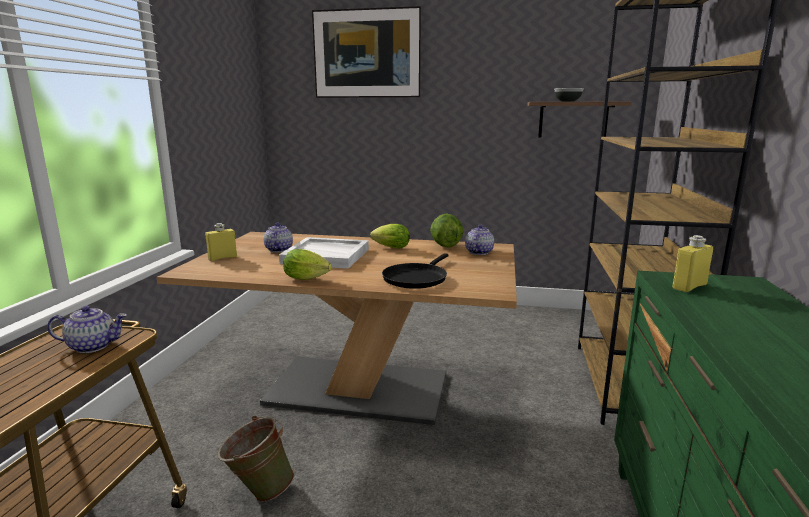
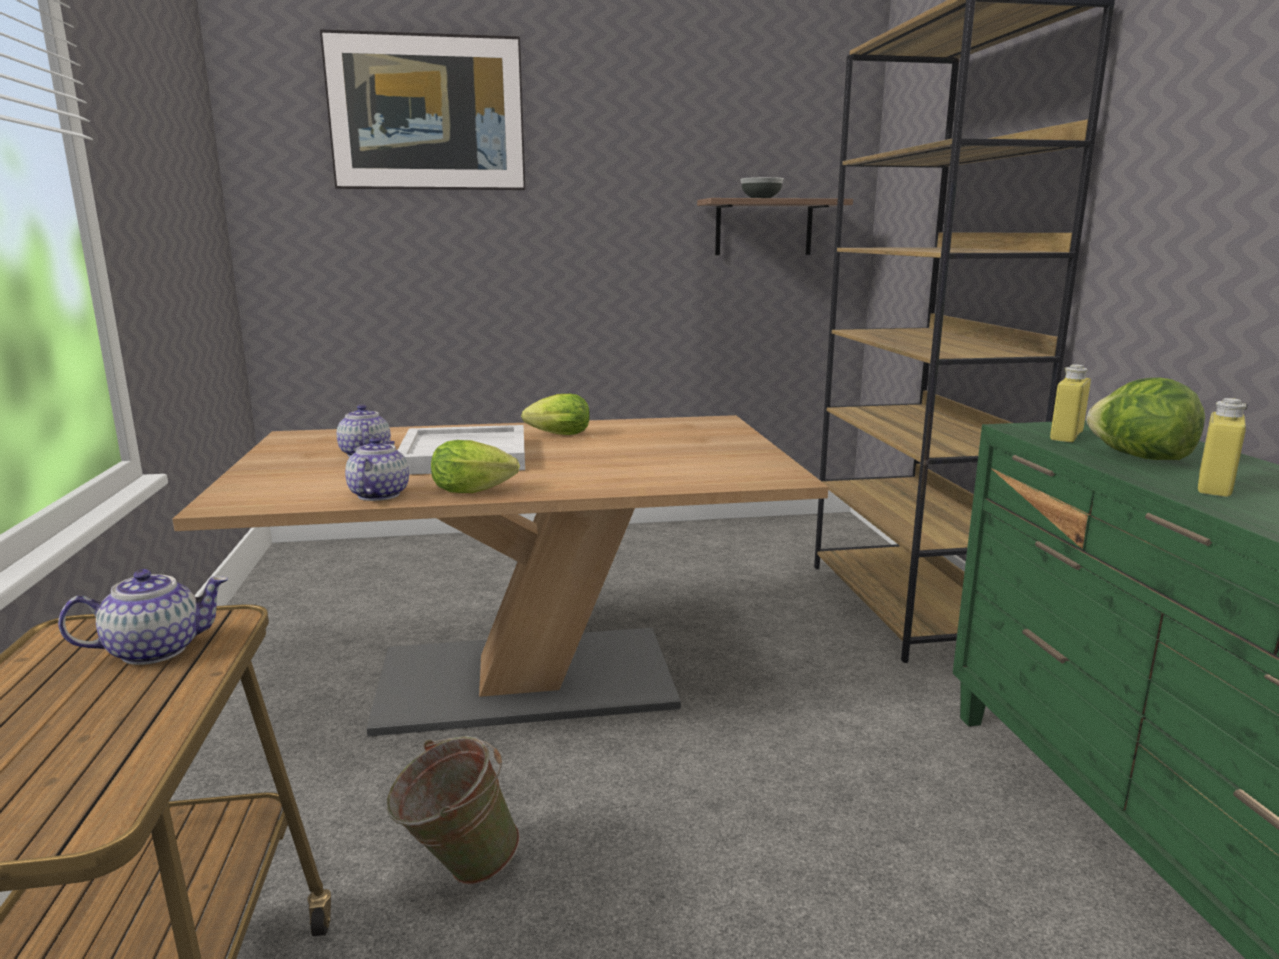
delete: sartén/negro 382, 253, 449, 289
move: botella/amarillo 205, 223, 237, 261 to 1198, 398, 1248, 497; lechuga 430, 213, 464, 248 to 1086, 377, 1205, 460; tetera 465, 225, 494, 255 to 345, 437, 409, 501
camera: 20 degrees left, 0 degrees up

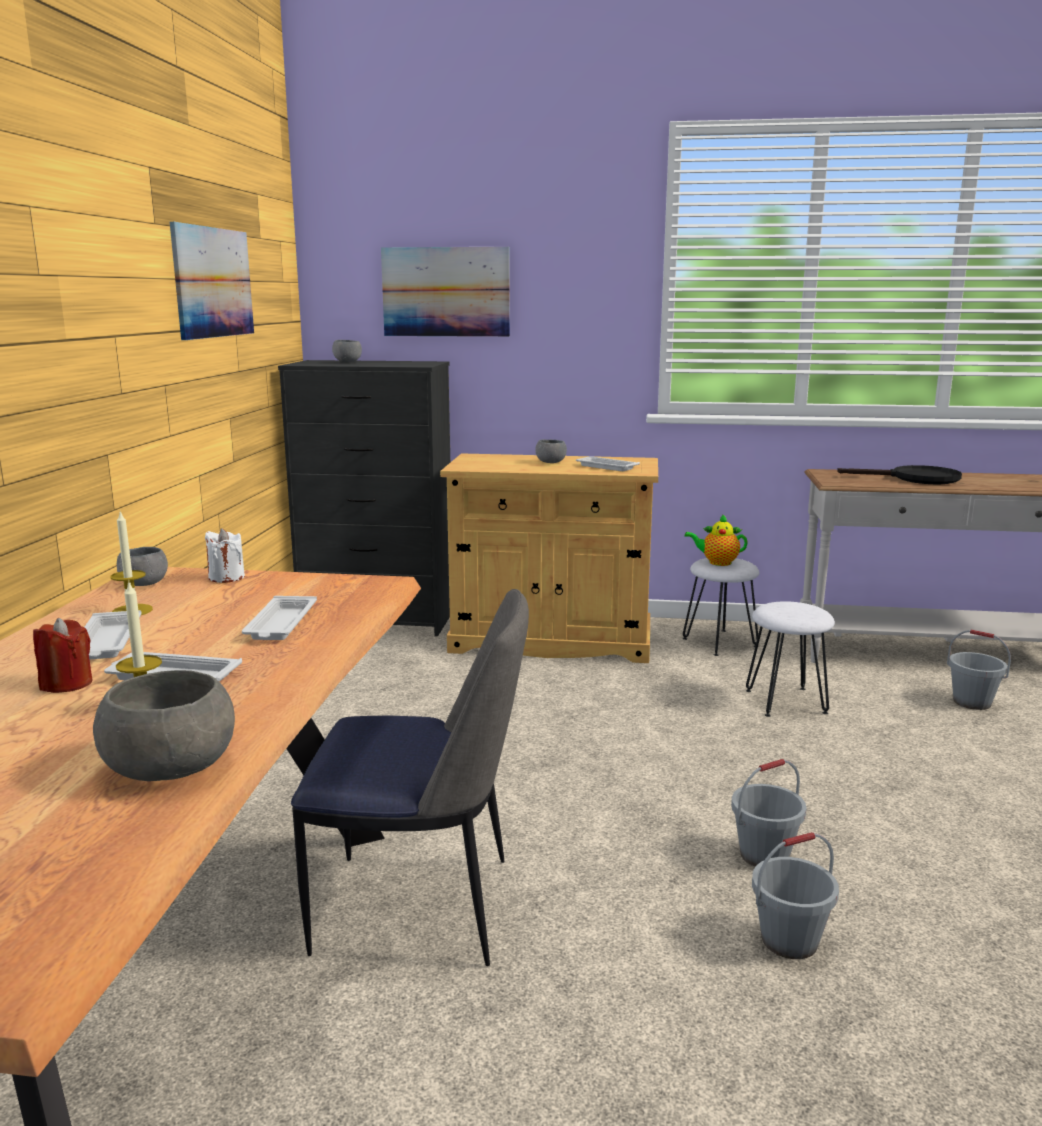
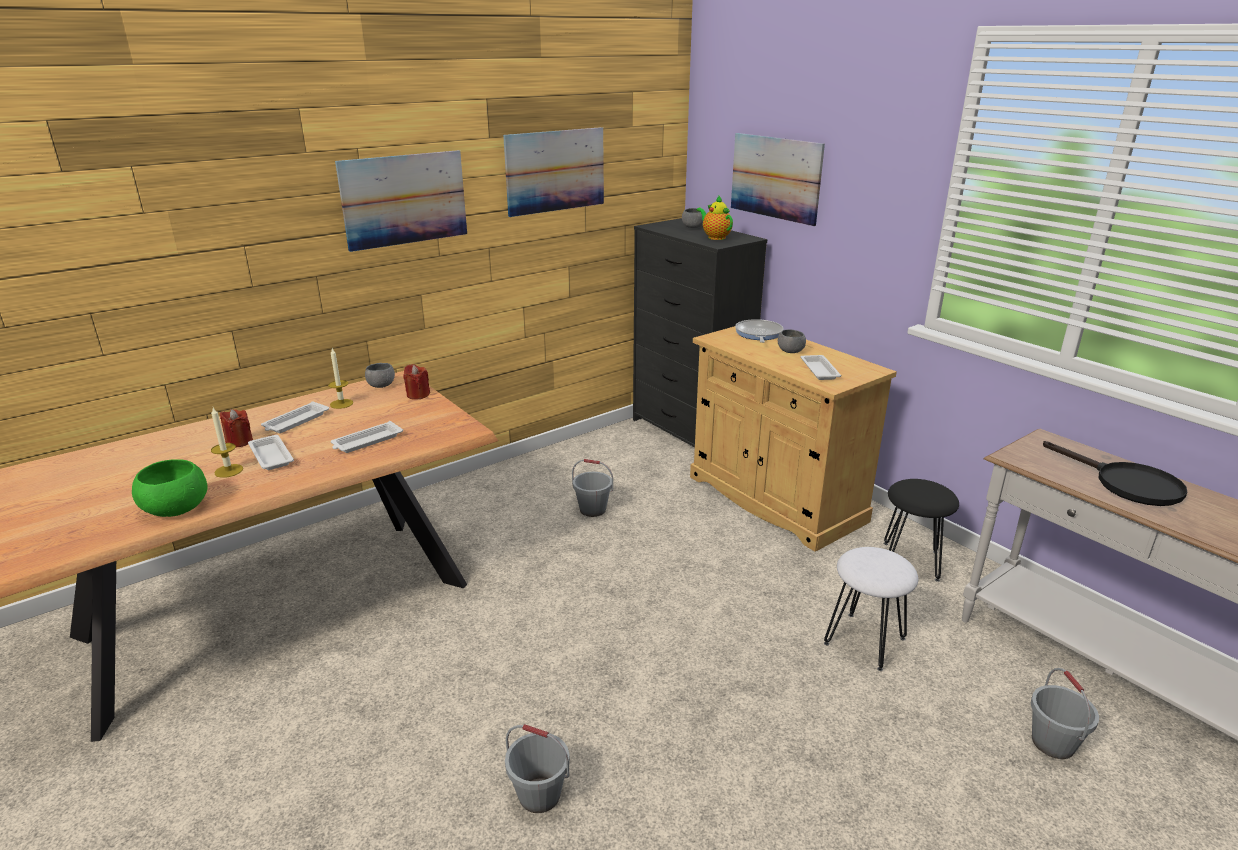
delete: silla 291, 589, 529, 966
insert: cuadro 335, 150, 467, 252; sartén 735, 319, 783, 343
move: tetera 685, 514, 748, 566 to 697, 196, 733, 240; cubo/gris 731, 759, 807, 867 to 572, 459, 613, 517
recolor: cuenco/gris 93, 670, 235, 781 to cuenco/verde 132, 459, 208, 517; vela/blanco 205, 528, 245, 583 to vela/rojo 403, 364, 430, 400; taburete/blanco 683, 558, 759, 656 to taburete/negro 884, 479, 959, 582
camera: 45 degrees right, 10 degrees up

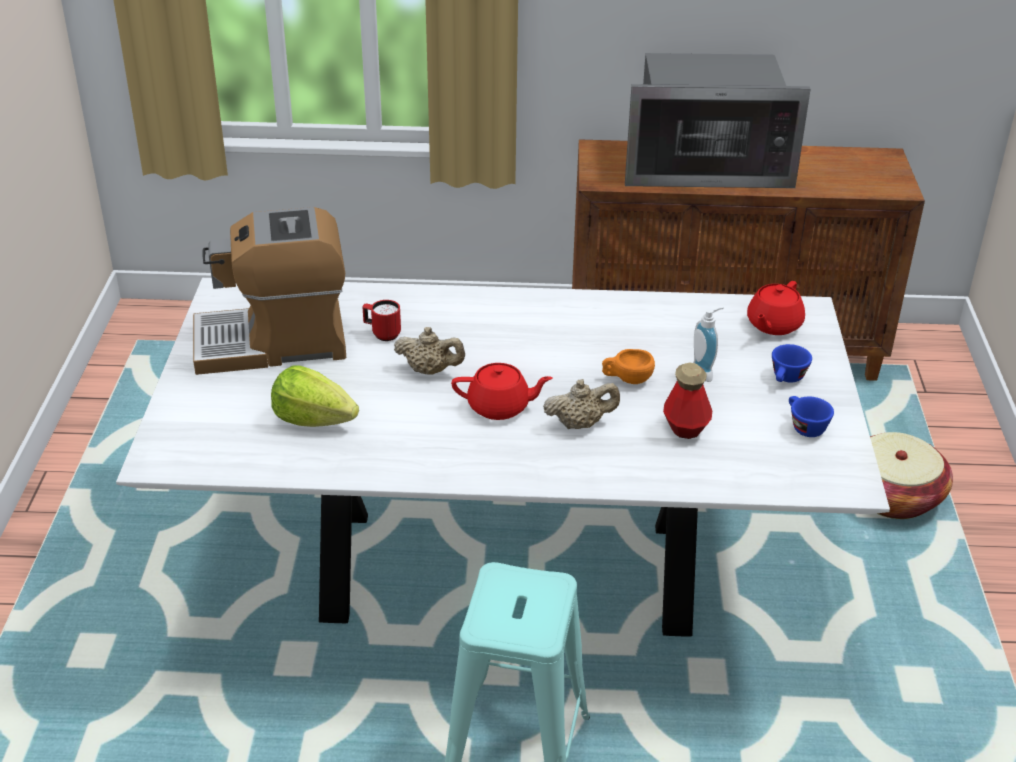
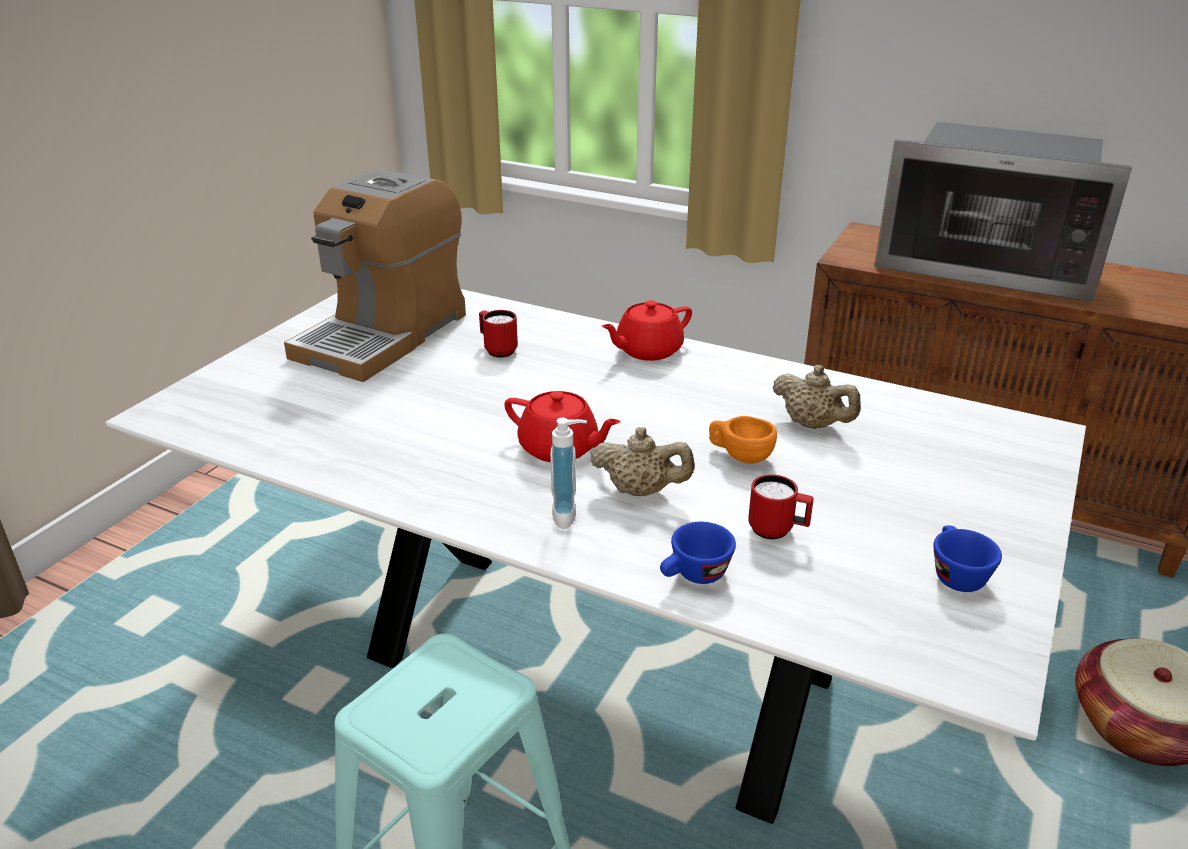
delete: lechuga 271, 365, 359, 427
move: tetera/beis 394, 327, 465, 375 to 772, 365, 861, 429; dispensador de jabón 693, 307, 724, 382 to 550, 418, 587, 529; tetera/rojo 747, 281, 805, 335 to 601, 300, 692, 361; taza/azul 772, 344, 812, 383 to 660, 522, 736, 584
replace: botella 663, 363, 712, 439 to taza grande/rojo 748, 474, 814, 539
rotate: cafetera 193, 207, 346, 375 = 284, 169, 466, 382 75 degrees counterclockwise
camera: 25 degrees right, 5 degrees down

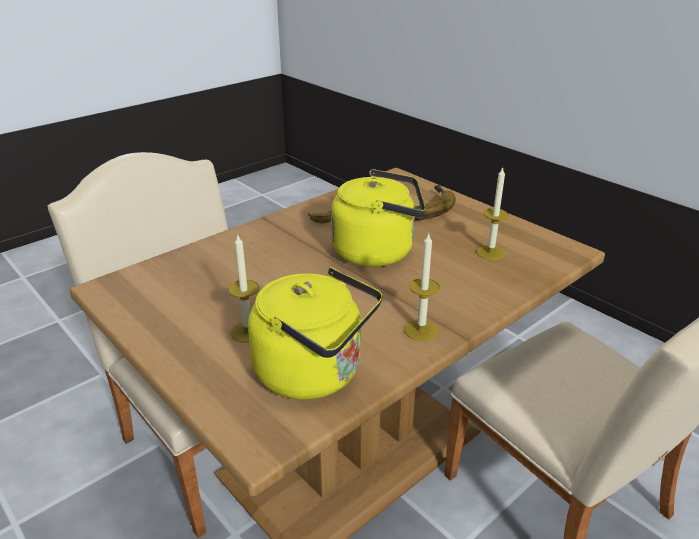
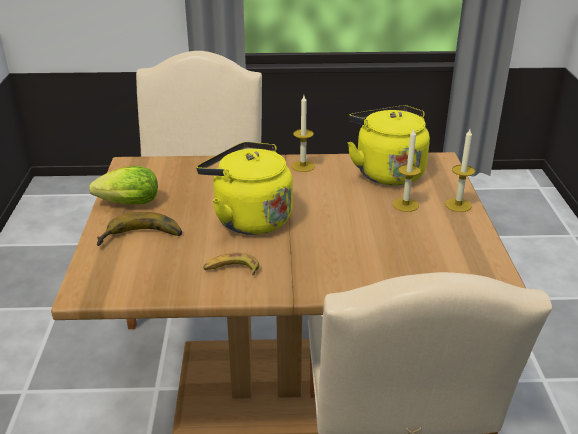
insert: lechuga 89, 166, 158, 204
move: vela 476, 167, 509, 260 to 445, 129, 475, 212
camera: 140 degrees left, 0 degrees up

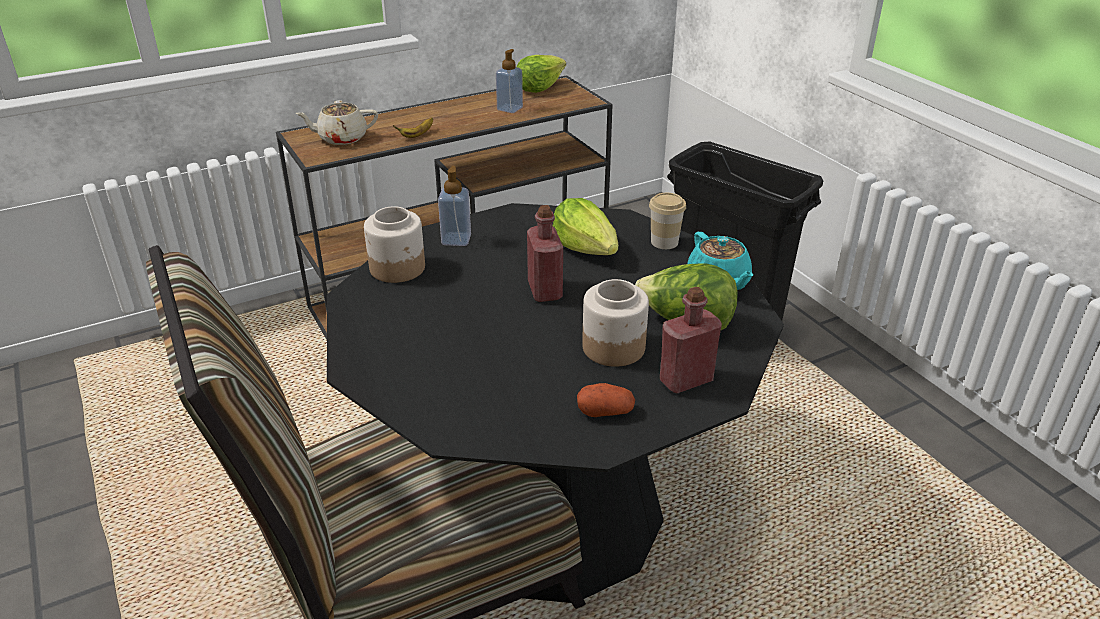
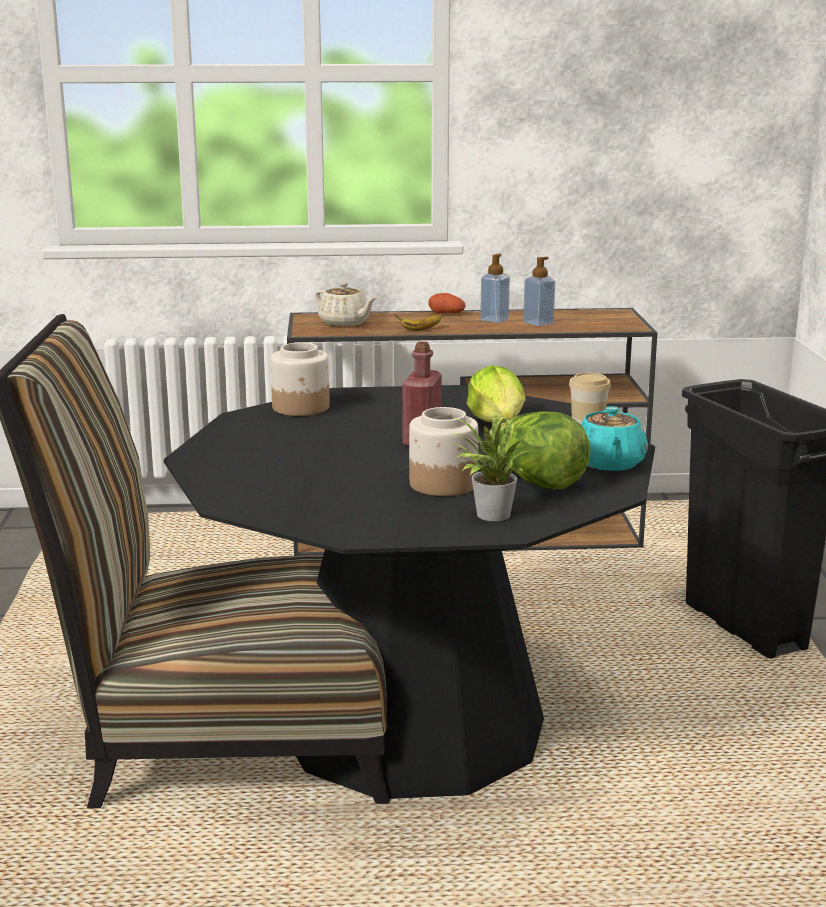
delete: lechuga 517, 55, 566, 93
move: dispensador de jabón 438, 166, 471, 246 to 480, 254, 510, 323; patata 577, 383, 635, 417 to 428, 293, 466, 314
replace: botella/rojo 660, 287, 722, 394 to planta en maceta 454, 410, 531, 521
rotate: tetera/beis 295, 100, 378, 145 = 315, 282, 377, 327 150 degrees counterclockwise
camera: 25 degrees right, 15 degrees down

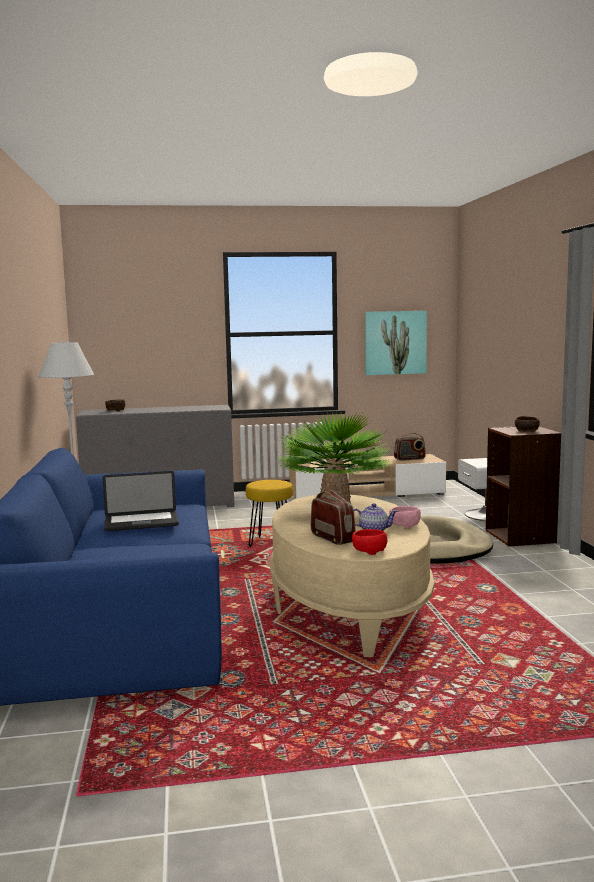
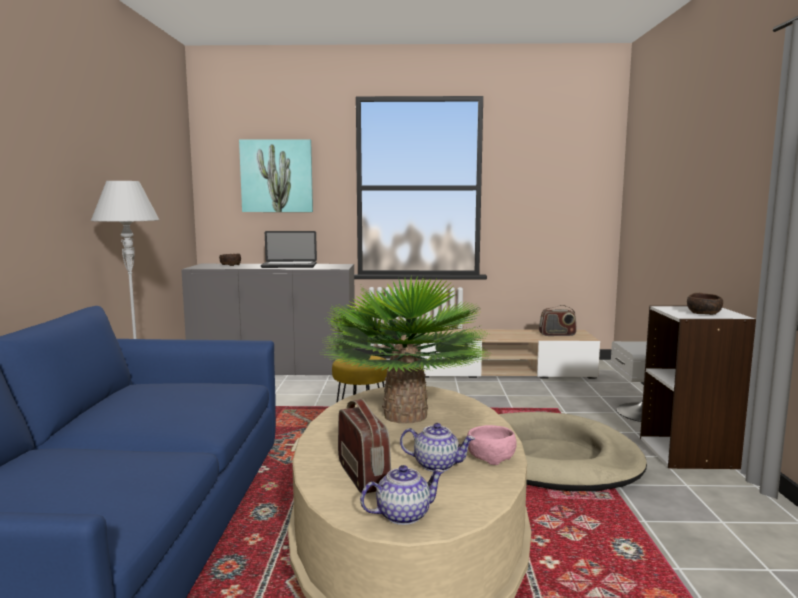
move: portátil 103, 471, 179, 531 to 261, 231, 317, 268; cuadro 365, 311, 427, 375 to 239, 139, 313, 212
replace: cuenco/rojo 352, 529, 387, 555 to tetera 360, 465, 444, 525
recolor: estantería/marrón 486, 426, 561, 547 to estantería/blanco 640, 305, 756, 469
camera: 10 degrees right, 0 degrees up

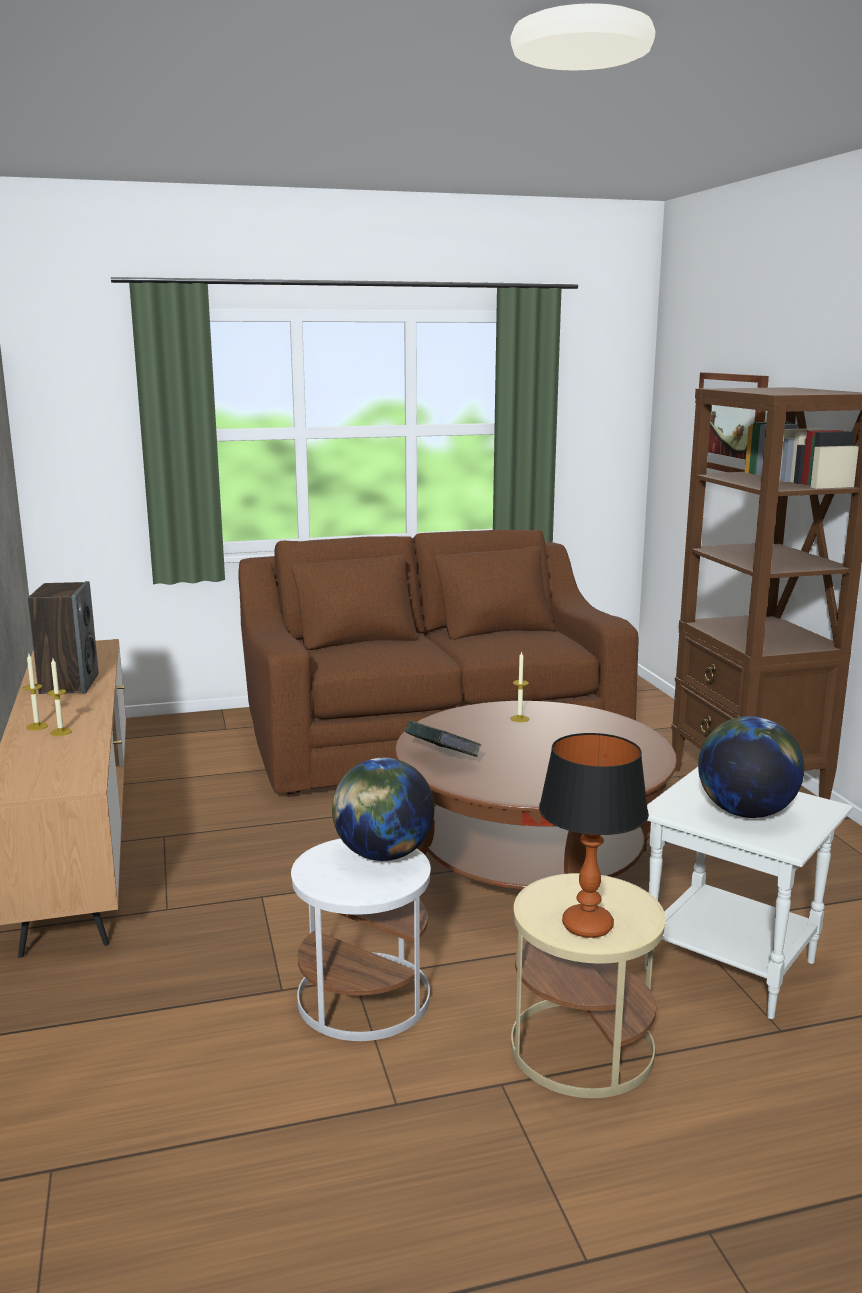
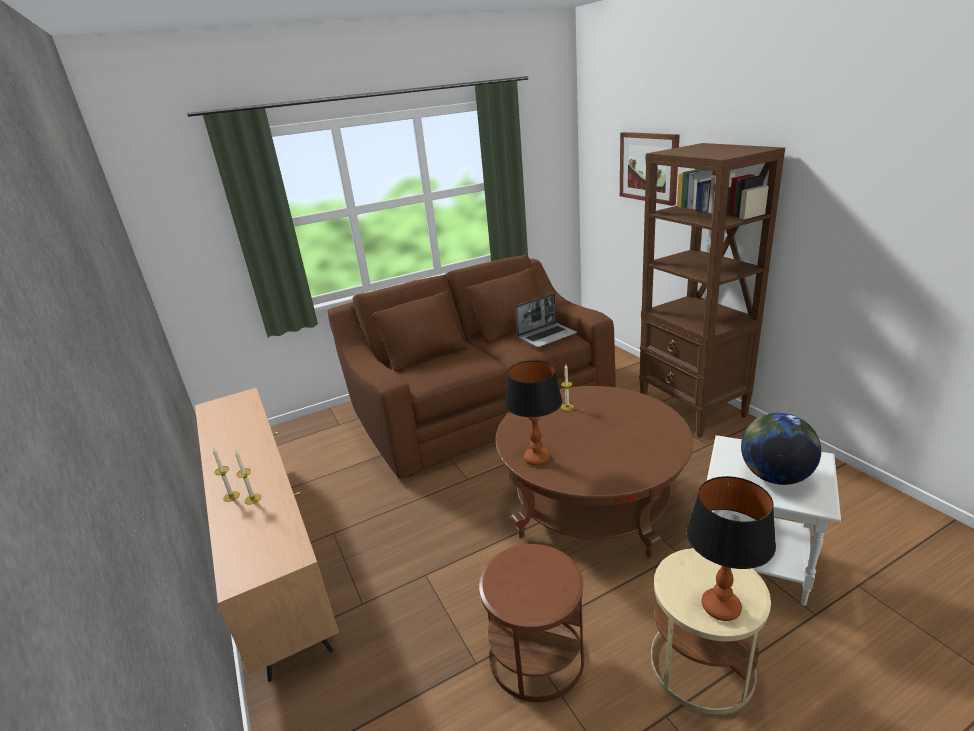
delete: altavoz 28, 581, 98, 694; globo terráqueo 332, 758, 434, 861
insert: portátil 515, 293, 577, 347
replace: libro 405, 720, 482, 757 to lámpara de mesa 505, 360, 562, 466
recolor: mesa auxiliar/blanco 291, 838, 431, 1041 to mesa auxiliar/marrón 479, 544, 585, 702
camera: 10 degrees left, 10 degrees up

